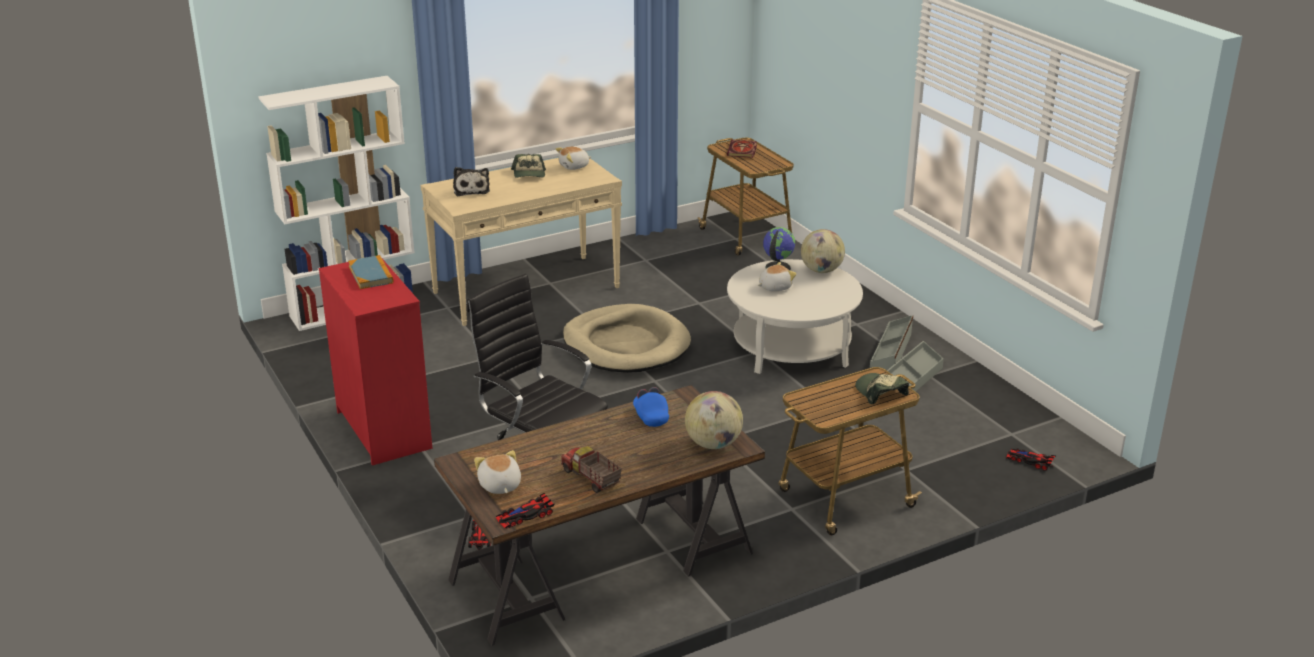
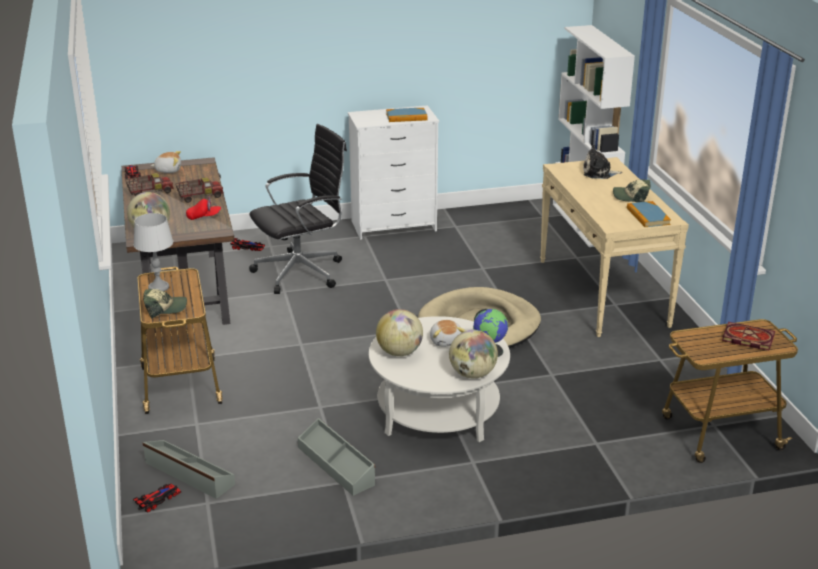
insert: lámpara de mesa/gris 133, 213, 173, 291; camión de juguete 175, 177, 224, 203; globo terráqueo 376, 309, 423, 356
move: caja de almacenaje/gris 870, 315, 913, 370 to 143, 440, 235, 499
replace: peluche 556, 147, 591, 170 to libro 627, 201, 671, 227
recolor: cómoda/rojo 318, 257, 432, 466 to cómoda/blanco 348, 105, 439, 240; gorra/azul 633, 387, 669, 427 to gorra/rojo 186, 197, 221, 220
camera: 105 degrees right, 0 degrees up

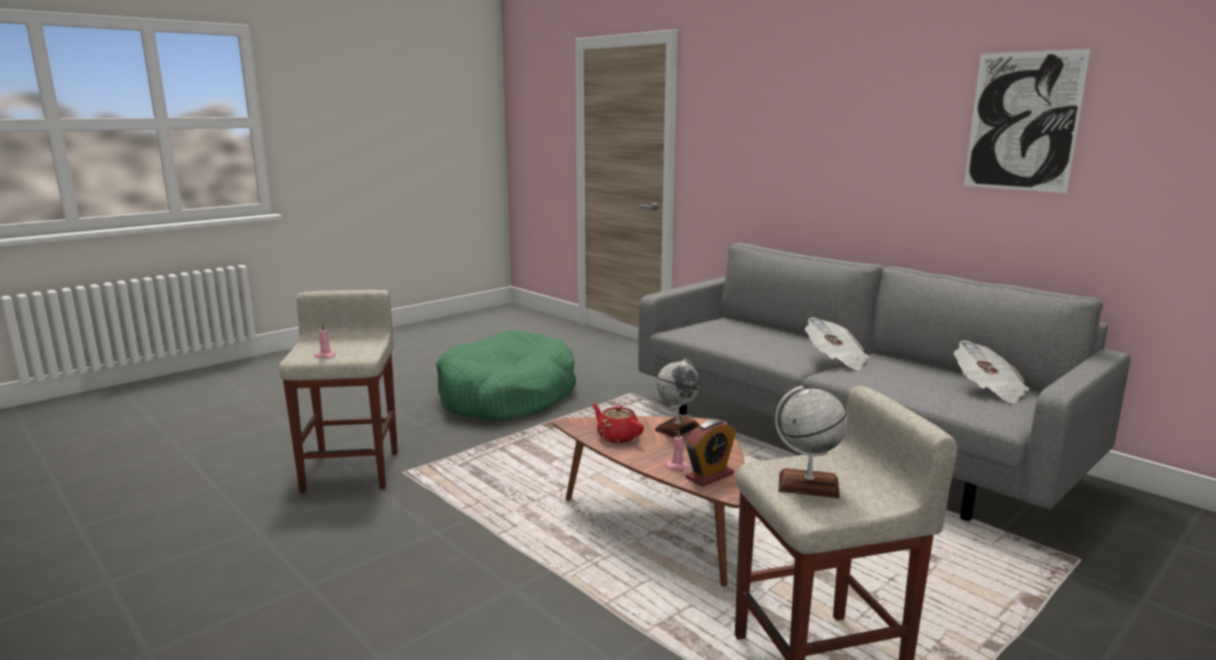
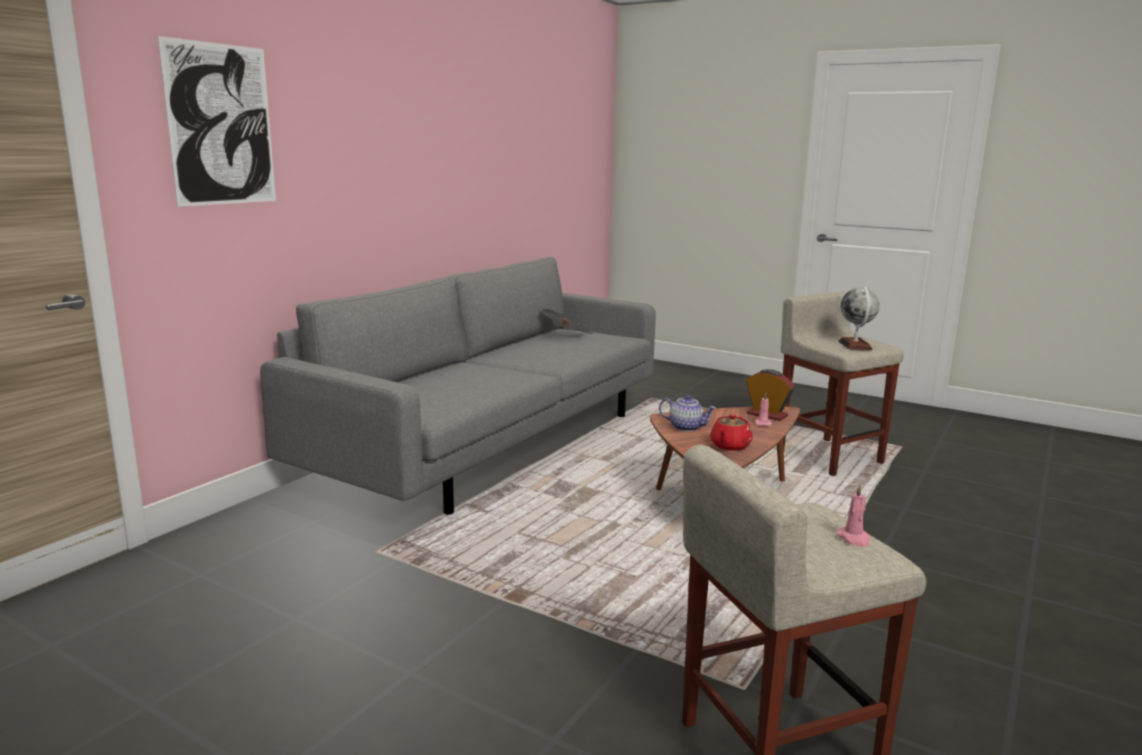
delete: cama para perro/verde 436, 330, 576, 420; periódico 805, 318, 869, 370
move: cuadro 964, 49, 1091, 193 to 157, 36, 276, 207
replace: globo terráqueo 655, 358, 700, 437 to tetera 659, 395, 716, 431
camera: 105 degrees left, 0 degrees up

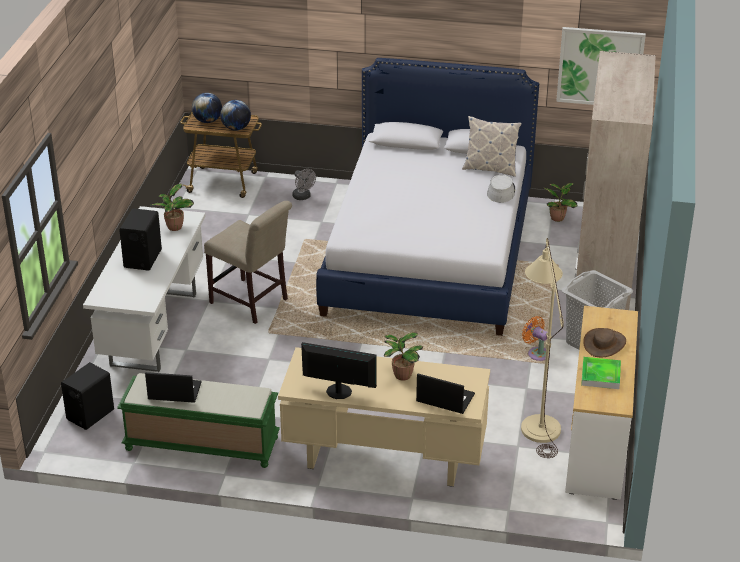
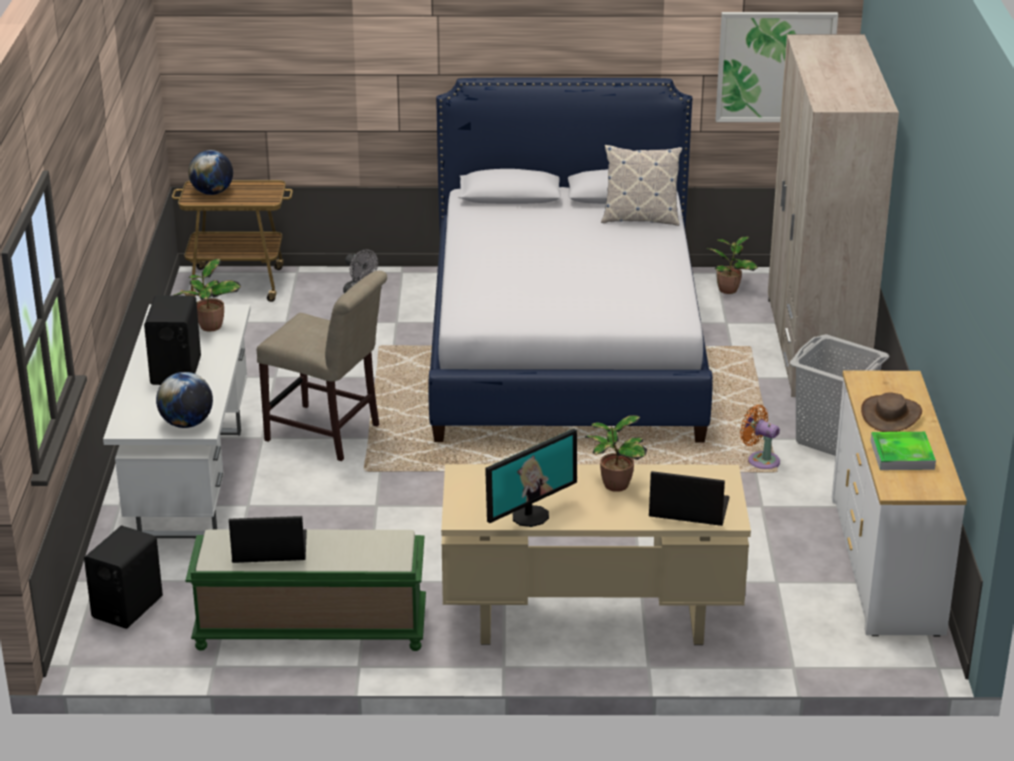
delete: sombrero/gris 487, 175, 515, 203; lámpara de pie/beis 521, 238, 564, 458
move: globo terráqueo 220, 100, 251, 131 to 156, 372, 213, 428
rotate: monitor 301, 342, 377, 399 = 485, 429, 577, 527 135 degrees clockwise
camera: 10 degrees left, 5 degrees down

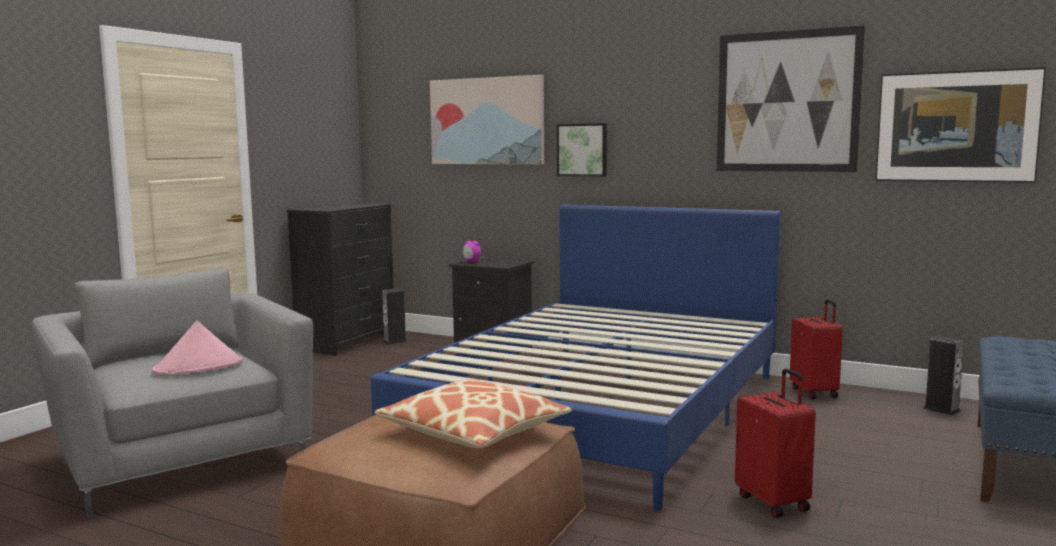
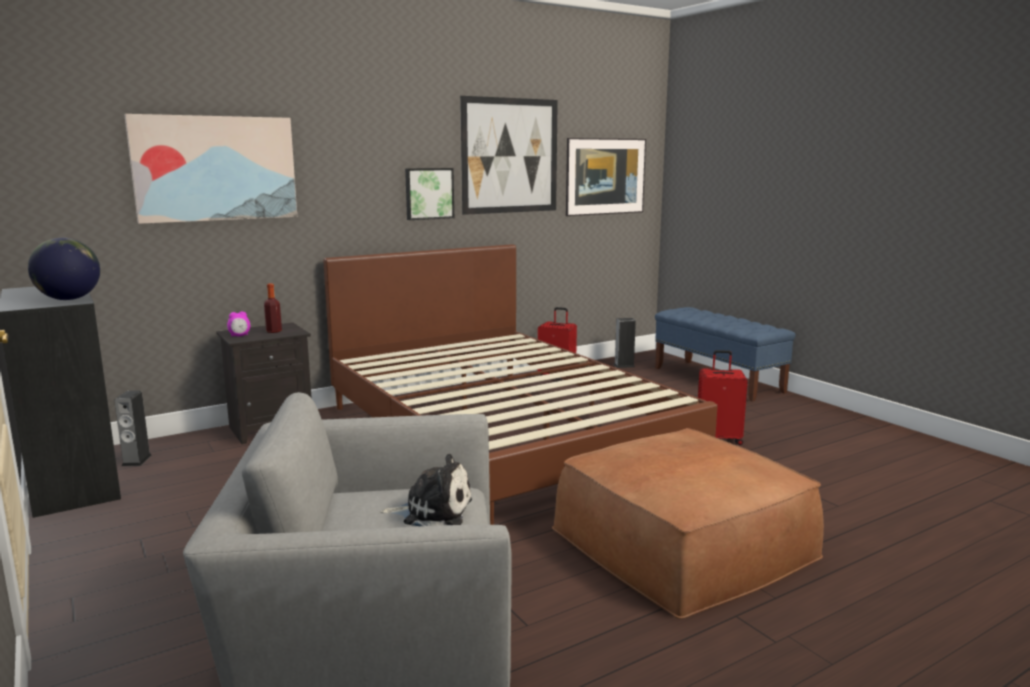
delete: cojín 374, 379, 572, 448
insert: globo terráqueo 28, 238, 100, 300; botella 264, 283, 282, 333
move: cuadro 557, 123, 607, 177 to 405, 168, 454, 220
replace: sombrero/rosa 152, 321, 243, 375 to peluche 381, 454, 472, 526
recolor: cama/azul 371, 205, 781, 511 to cama/marrón 323, 244, 718, 525
camera: 60 degrees left, 5 degrees up

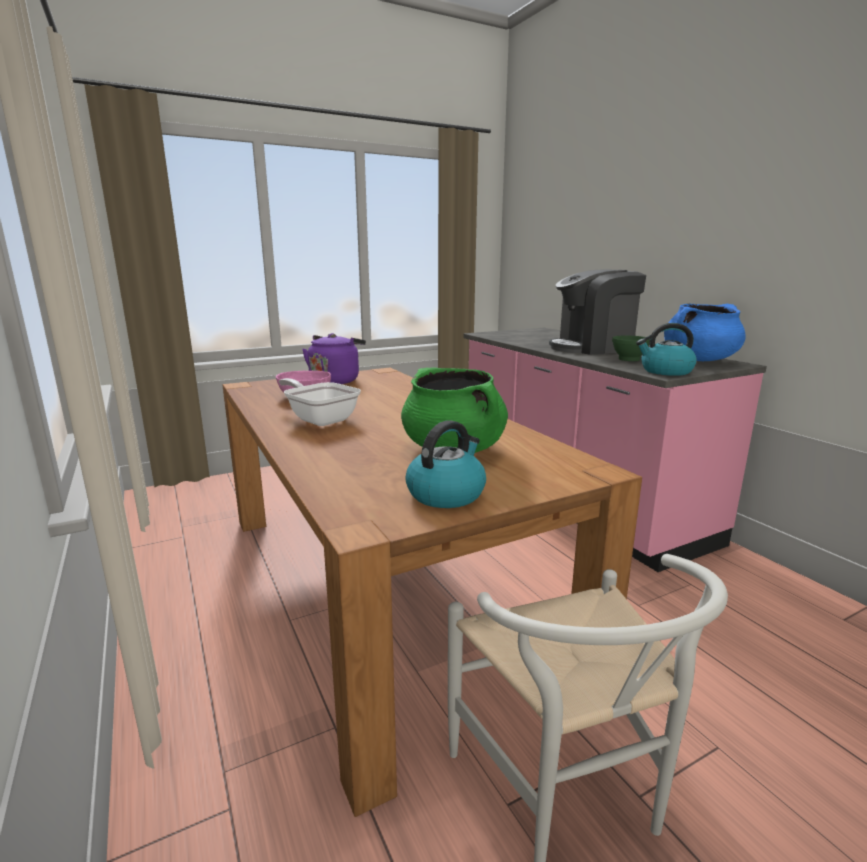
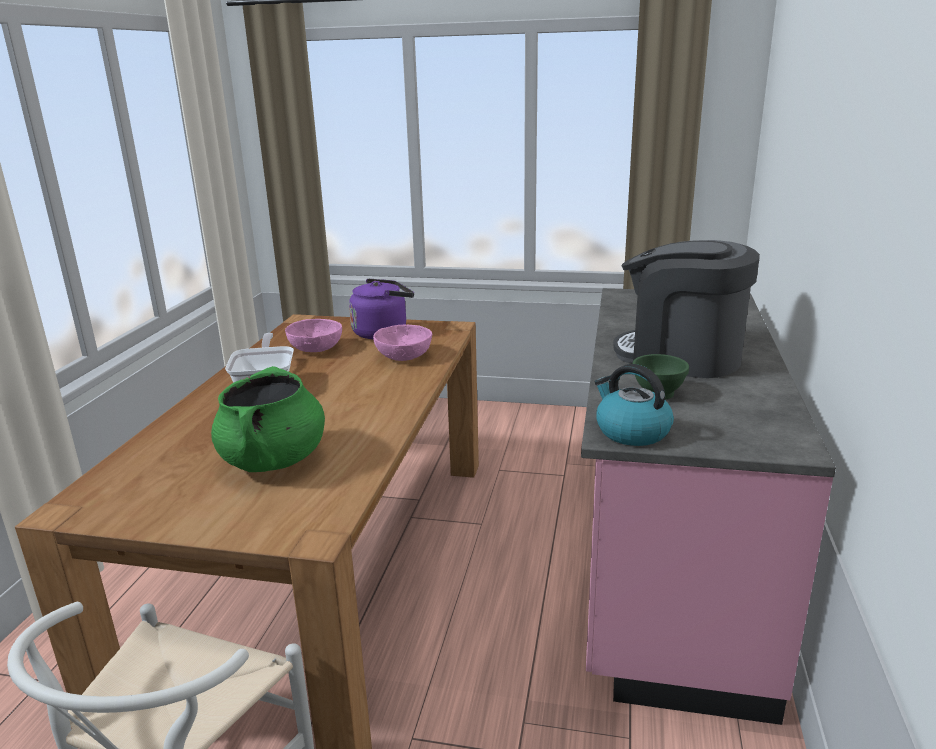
delete: hervidor 405, 420, 486, 508; olla/azul 664, 304, 746, 361
insert: cuenco/rosa 373, 324, 432, 361
camera: 40 degrees right, 5 degrees up

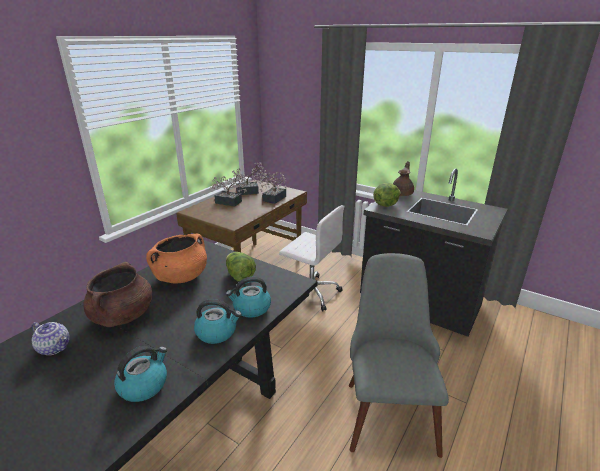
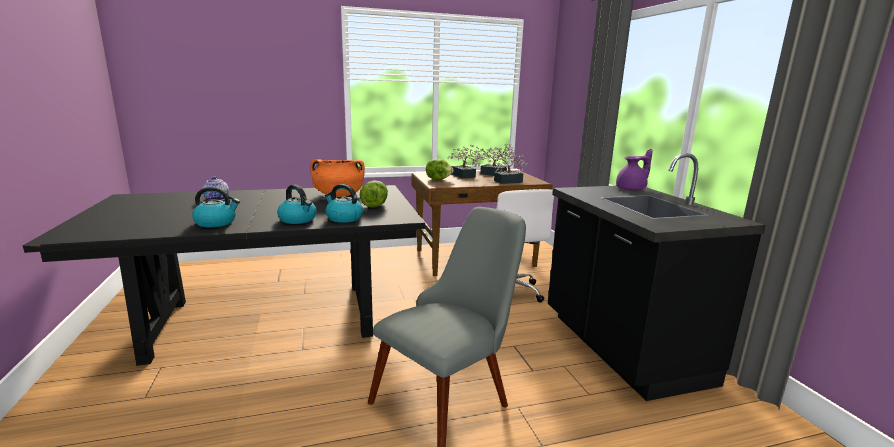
delete: olla/marrón 83, 262, 152, 327
move: lechuga 373, 183, 401, 207 to 426, 158, 454, 180
recolor: tetera/marrón 393, 161, 414, 196 to tetera/morado 616, 149, 653, 190
camera: 40 degrees right, 10 degrees down

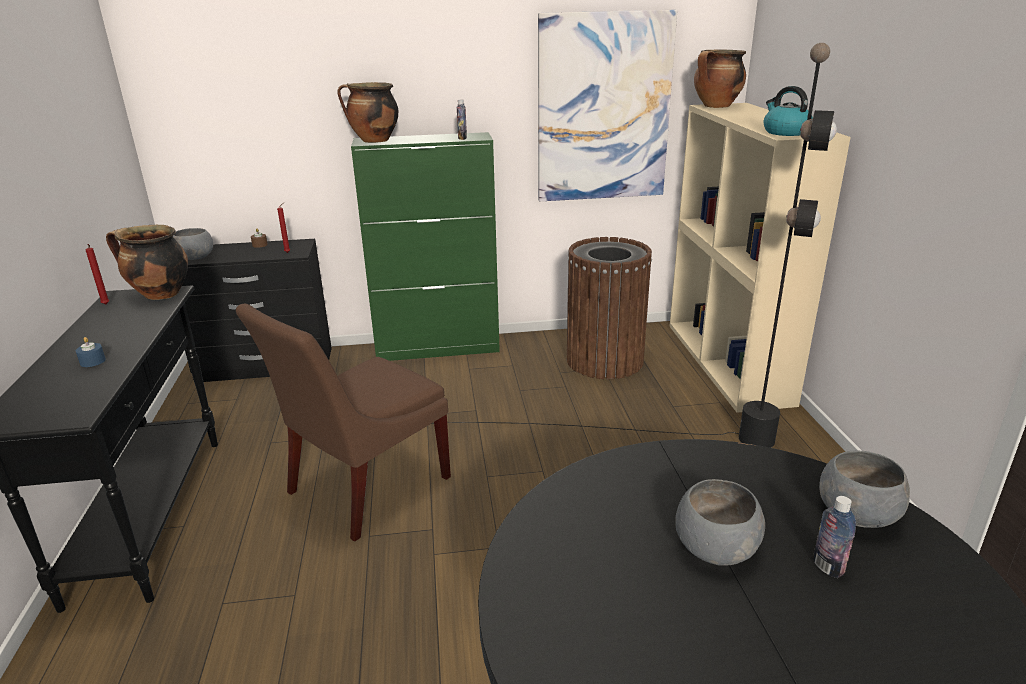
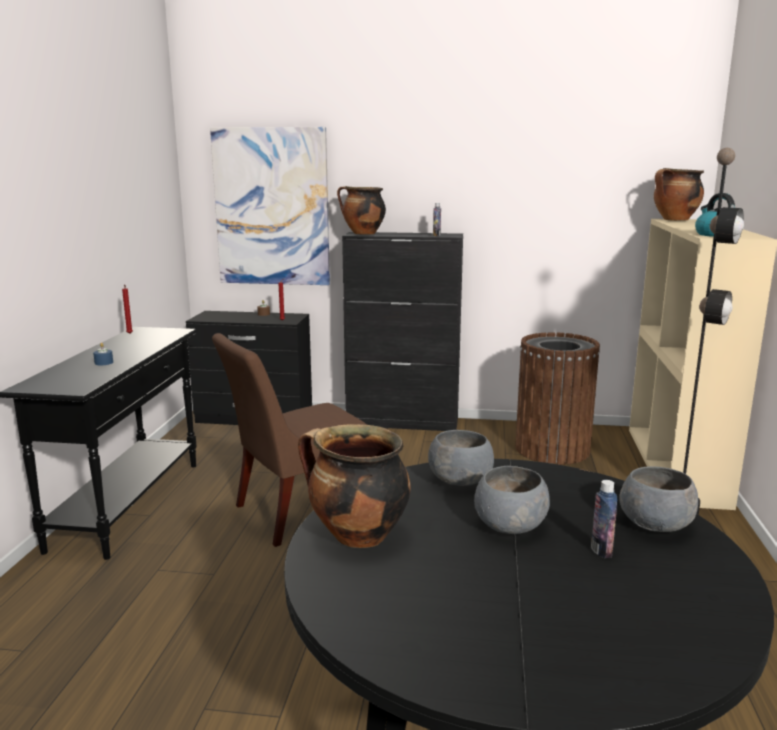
move: olla 106, 225, 188, 300 to 298, 424, 411, 548; cuenco/gris 173, 228, 213, 260 to 428, 430, 494, 486; cuadro 538, 10, 677, 201 to 210, 127, 330, 285
recolor: armario/verde 351, 132, 500, 361 to armario/negro 342, 232, 463, 431
camera: 15 degrees right, 10 degrees down

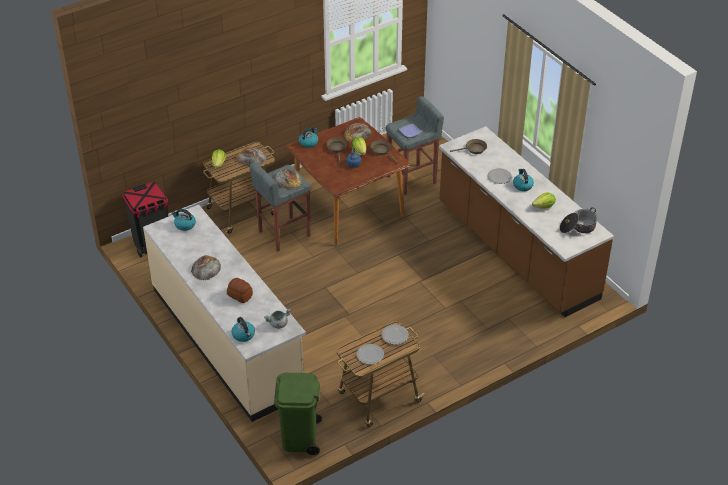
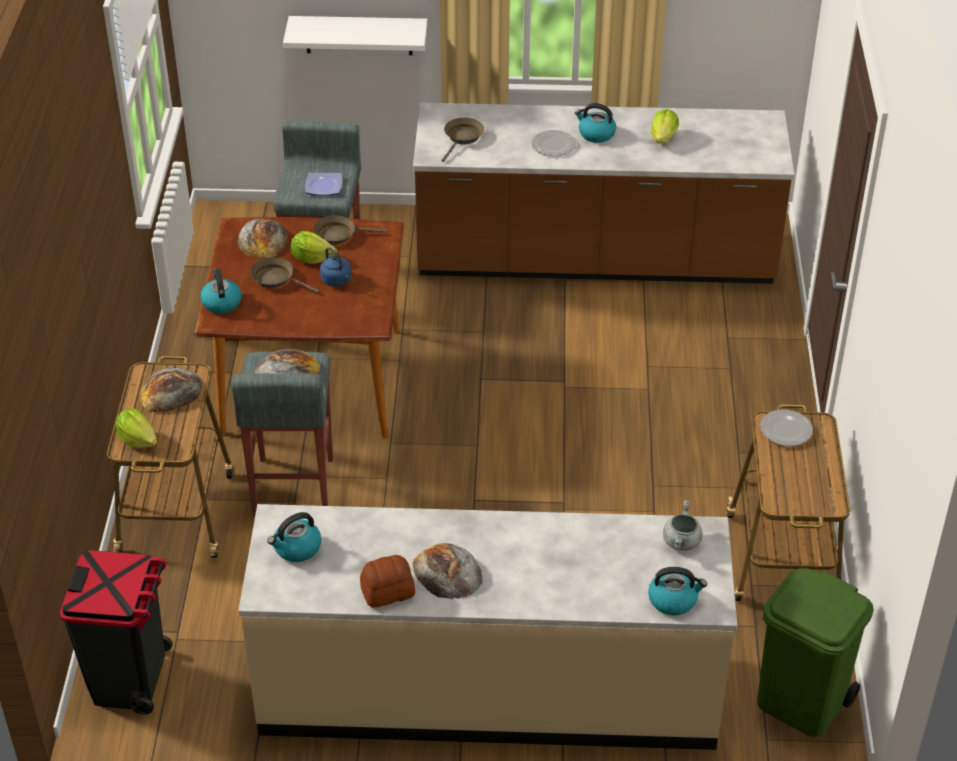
delete: plato 357, 344, 384, 364; olla 560, 207, 598, 233
insert: estante/blanco 283, 16, 428, 55
move: pan 227, 278, 253, 303 to 360, 555, 415, 608
camera: 55 degrees left, 0 degrees up

